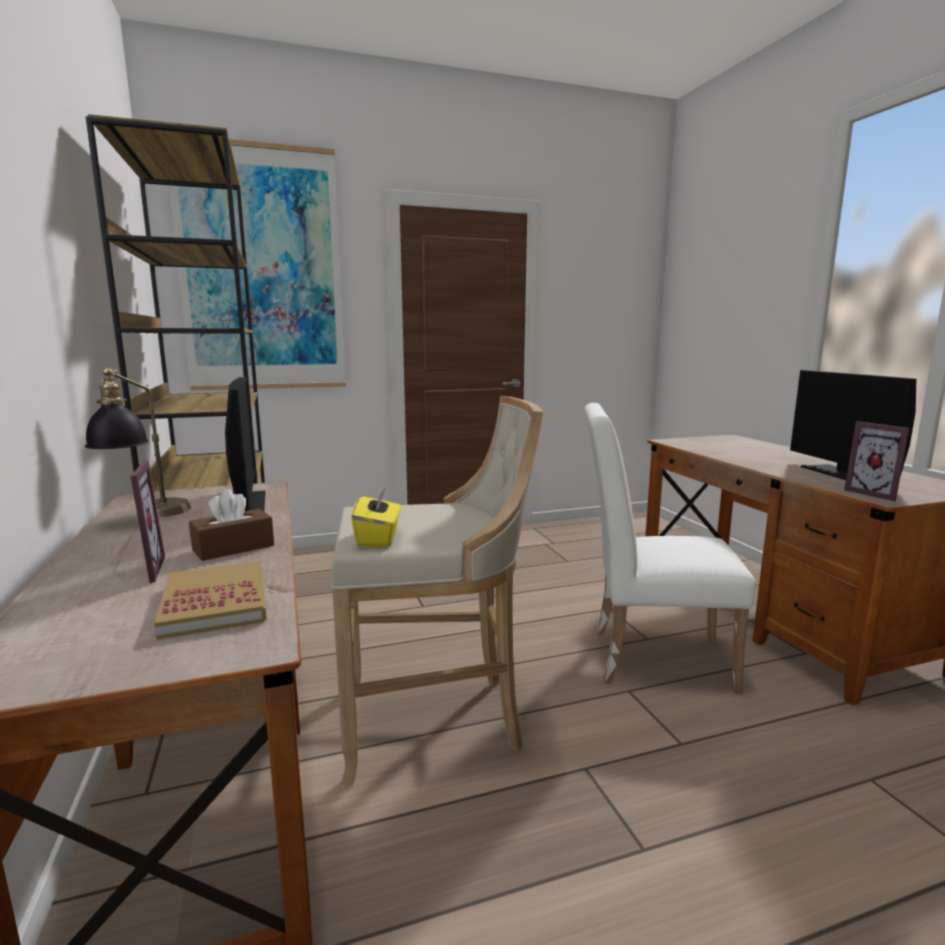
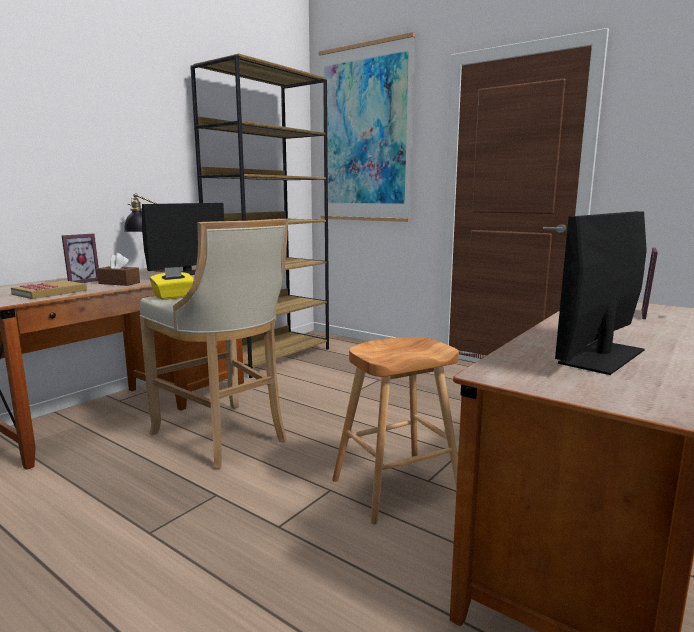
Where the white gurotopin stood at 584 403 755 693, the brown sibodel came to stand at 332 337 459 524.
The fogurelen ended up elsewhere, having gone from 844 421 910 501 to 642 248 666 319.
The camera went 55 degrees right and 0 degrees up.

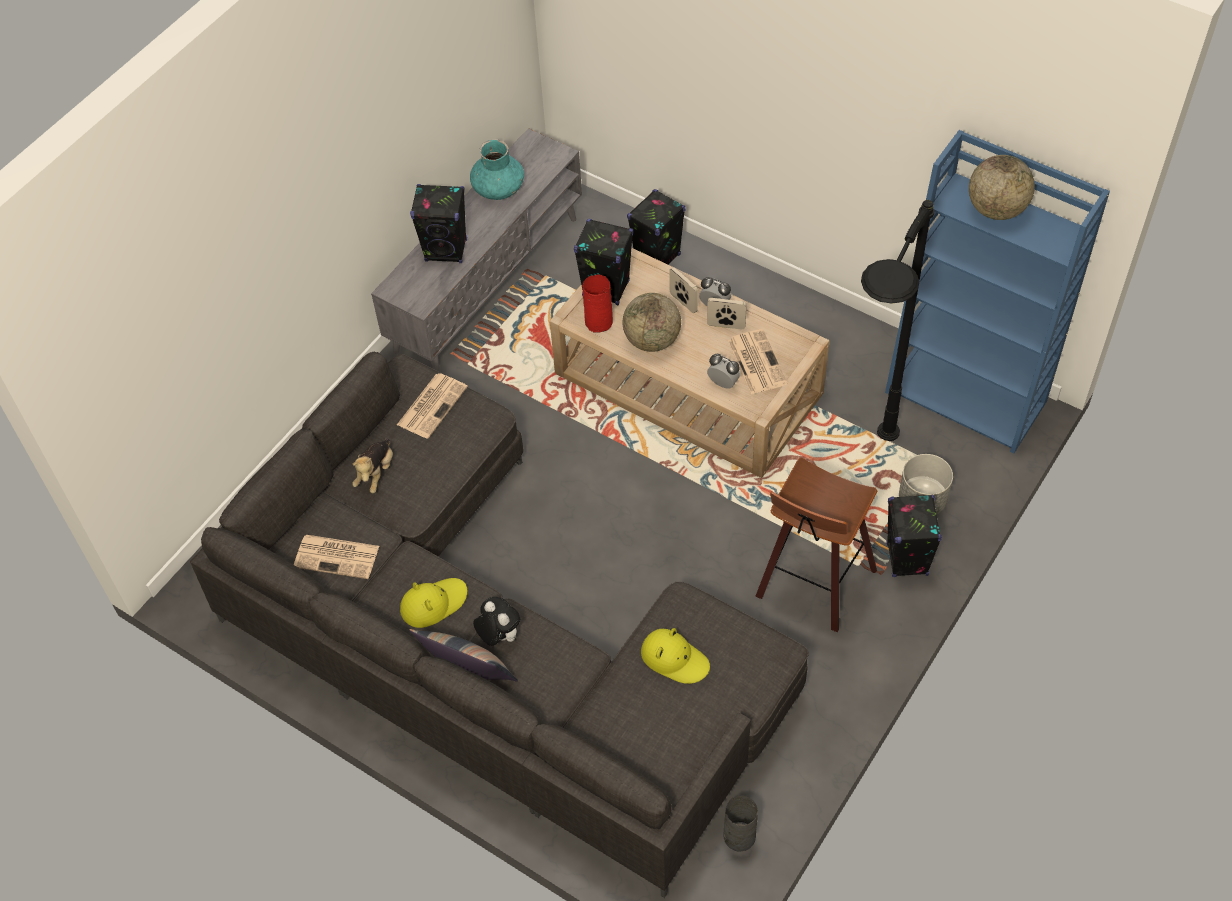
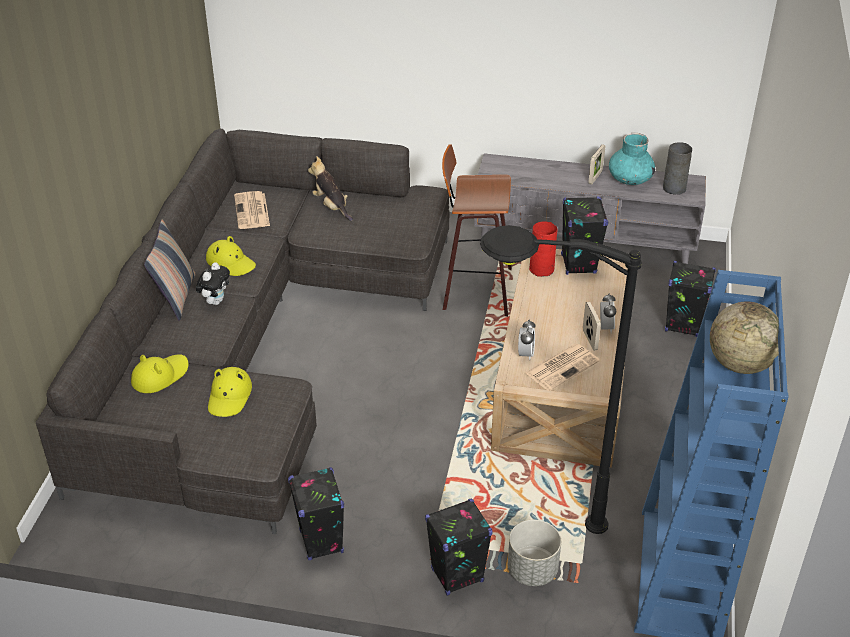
The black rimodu ended up elsewhere, having gone from 410 184 467 263 to 288 467 344 560.
The fogurelen ended up elsewhere, having gone from 669 267 698 313 to 588 144 605 185.
The second view lost the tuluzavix at 623 293 681 352.
The second view lost the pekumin at 397 373 468 439.
The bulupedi at 352 438 393 493 ended up facing another way, 60 degrees clockwise from before.
The sibodel ended up elsewhere, having gone from 755 458 877 633 to 442 144 512 317.
The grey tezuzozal ended up elsewhere, having gone from 723 796 758 852 to 663 142 692 195.
The second view gained the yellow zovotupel at 131 354 189 393.
The camera went 65 degrees right and 15 degrees down.

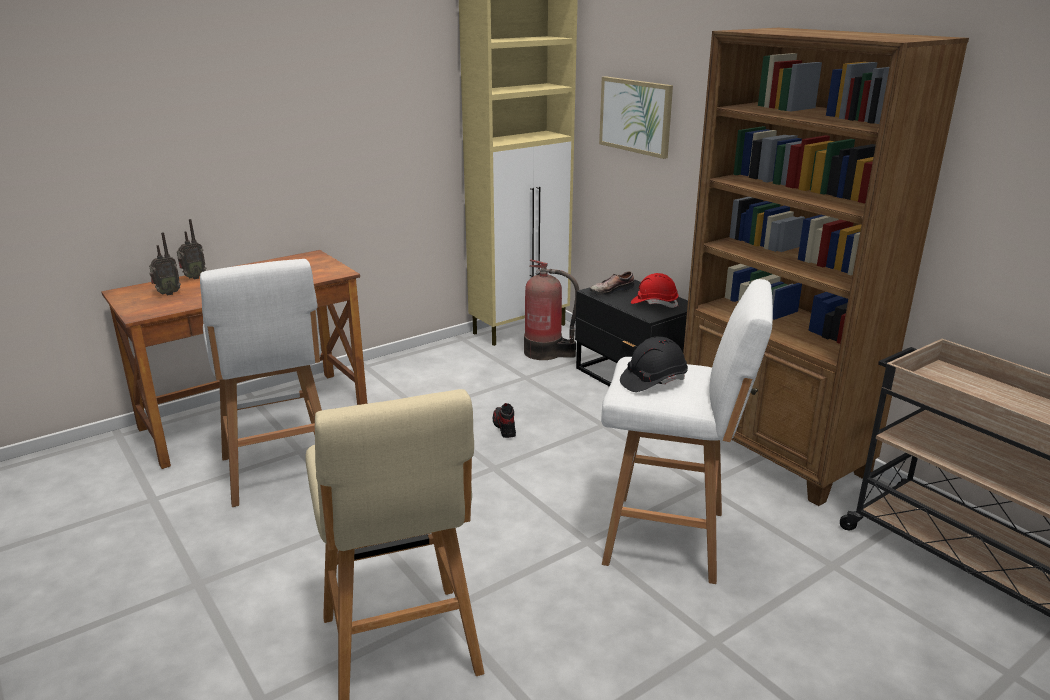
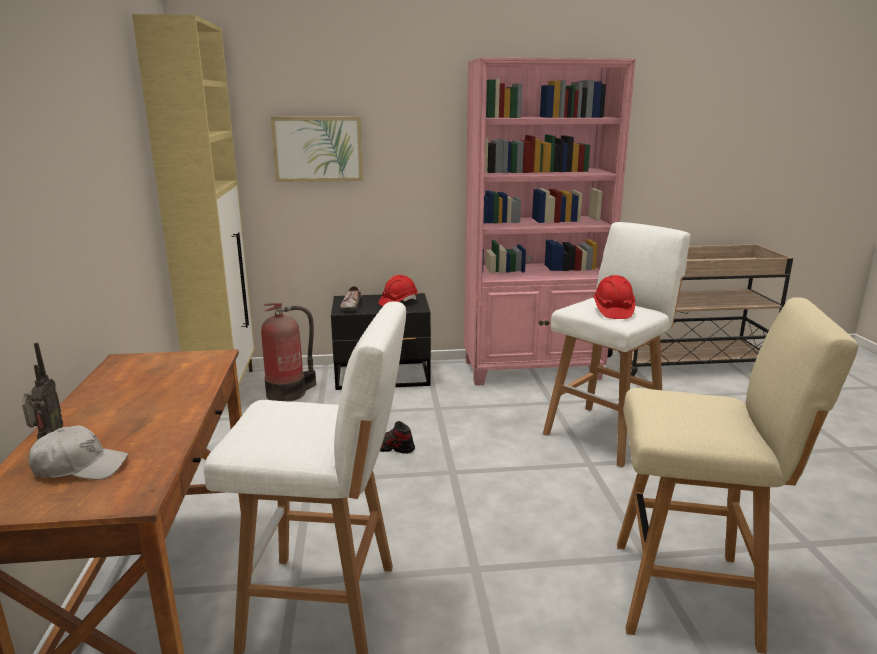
What was the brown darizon at 683 28 969 506 turned into the pink darizon at 464 58 636 385.
Where the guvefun stood at 149 232 181 296, the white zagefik came to stand at 28 426 128 480.
What was the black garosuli at 620 337 688 392 turned into the red garosuli at 593 275 635 319.
The camera went 60 degrees left and 5 degrees down.

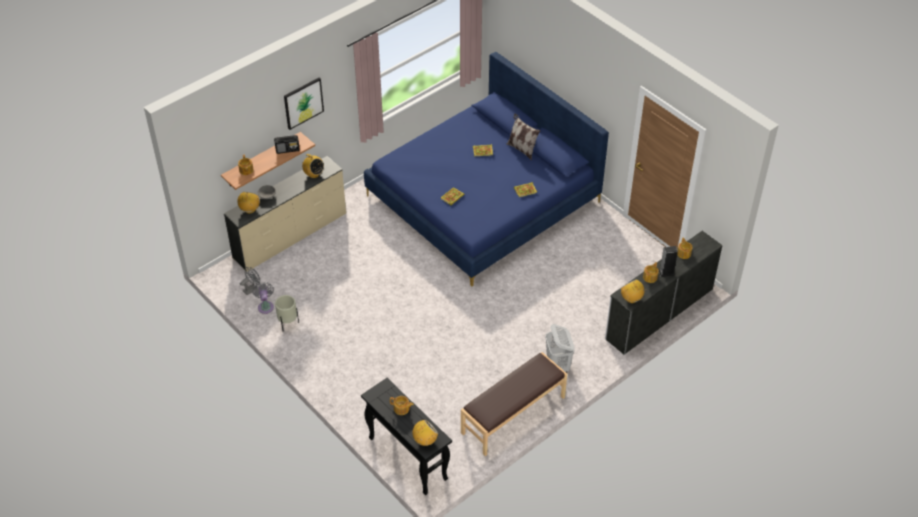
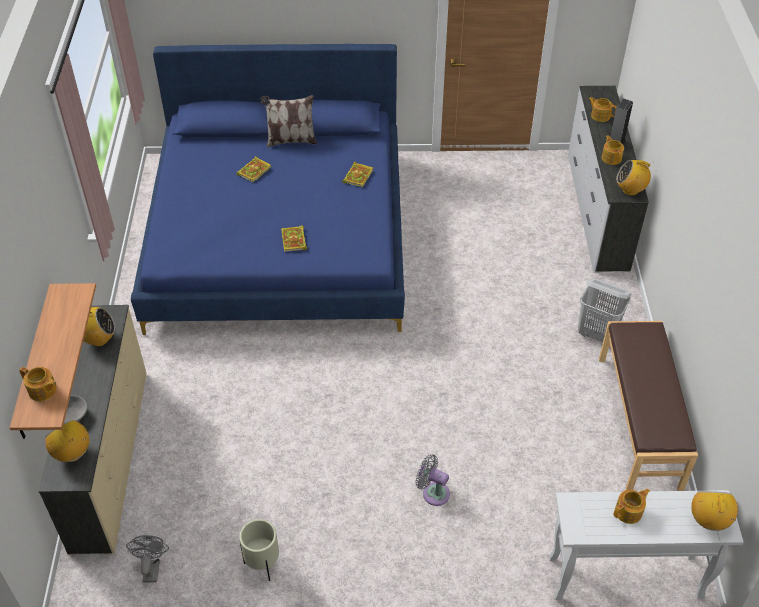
The second view lost the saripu at 284 78 324 130.
The second view lost the guvefun at 274 135 300 154.
The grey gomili ended up elsewhere, having gone from 252 282 274 314 to 415 454 450 506.
What was the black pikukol at 361 378 452 495 turned into the white pikukol at 549 490 743 600.
The camera went 50 degrees left and 0 degrees up.

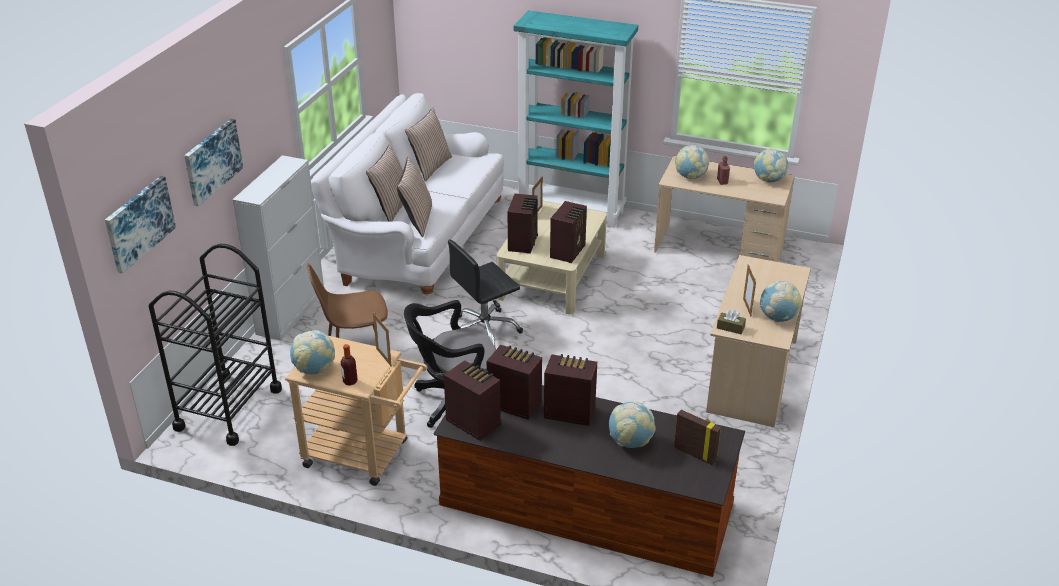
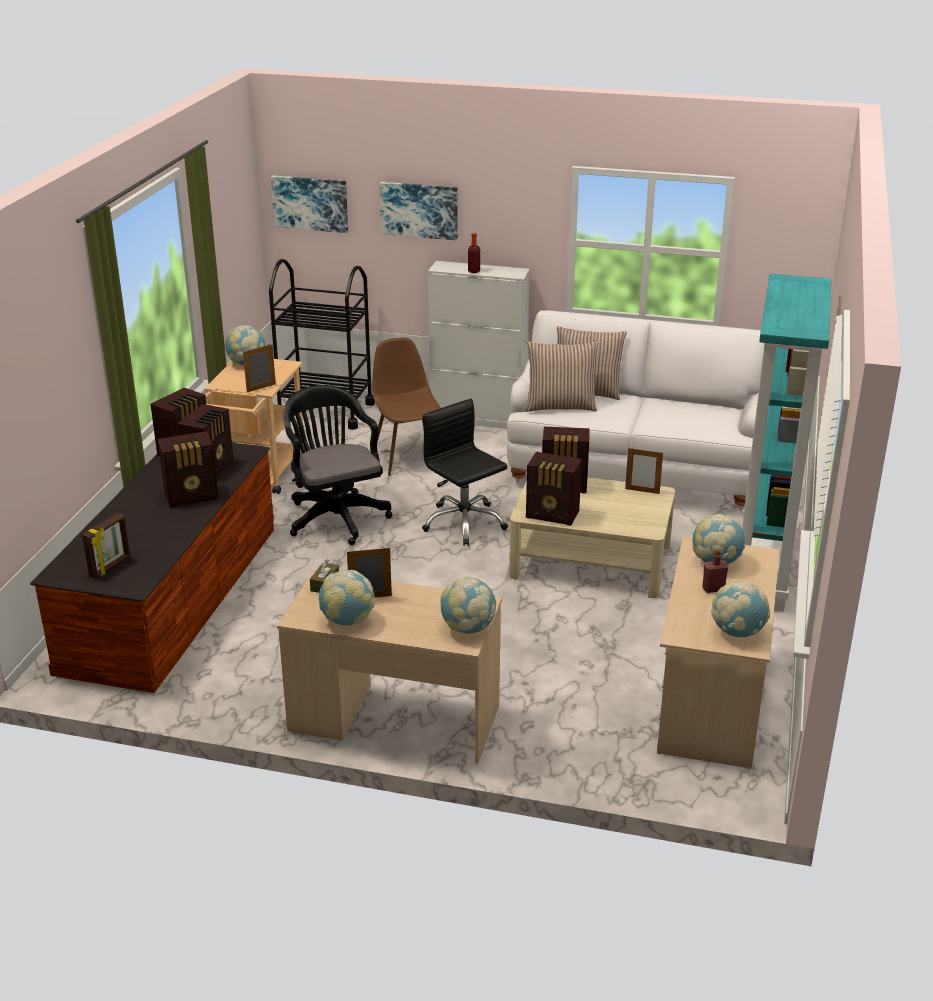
The second view lost the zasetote at 405 107 452 182.
The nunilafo ended up elsewhere, having gone from 341 344 358 386 to 468 233 480 273.
The guvefun at 544 354 597 426 ended up facing another way, 60 degrees clockwise from before.
The tuluzavix ended up elsewhere, having gone from 609 401 656 448 to 440 577 496 634.
The camera went 85 degrees right and 5 degrees down.

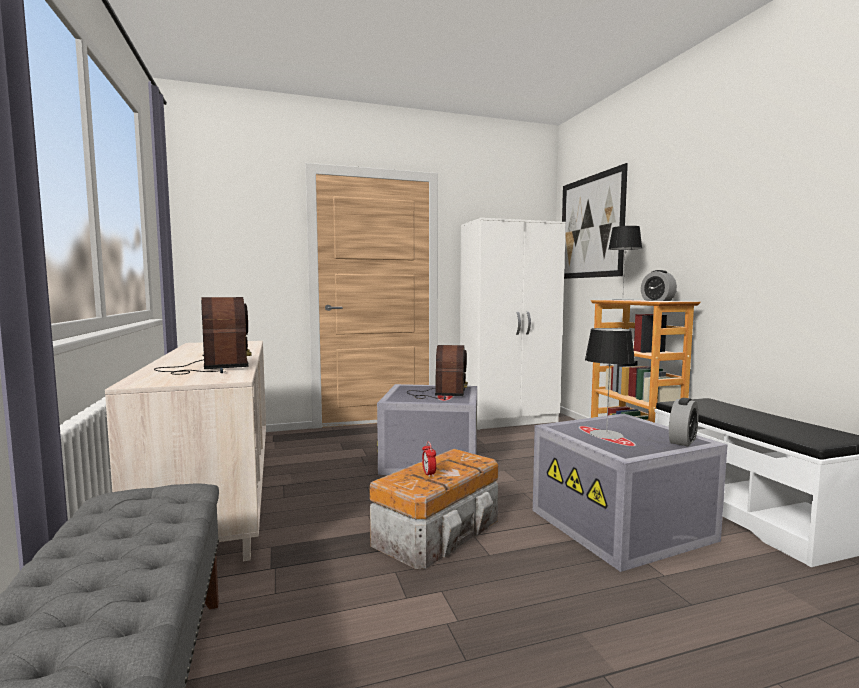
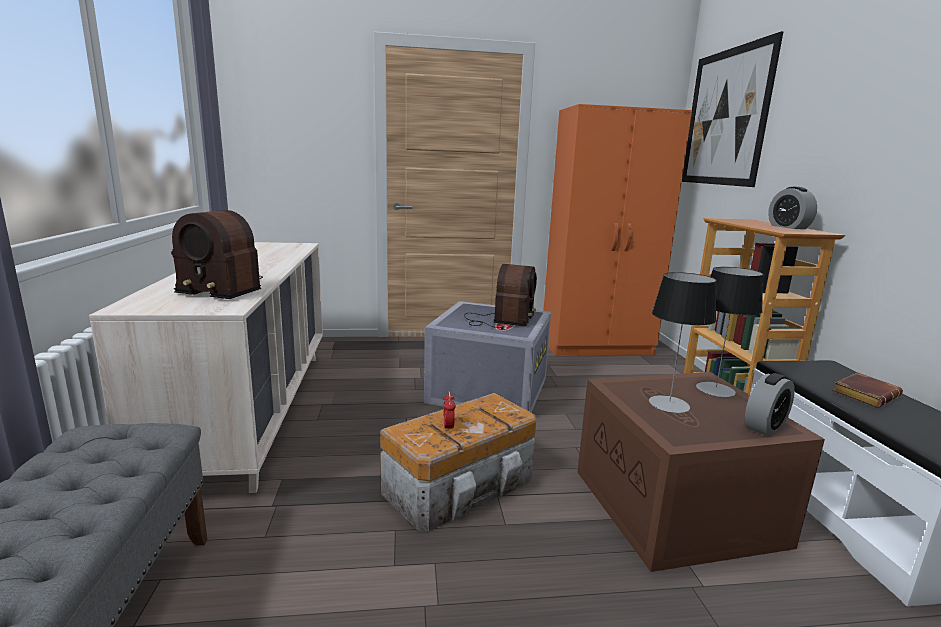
What was the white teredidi at 460 218 566 430 turned into the orange teredidi at 543 104 692 356.
The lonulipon ended up elsewhere, having gone from 609 226 642 291 to 696 267 764 397.
The guvefun at 154 297 252 375 ended up facing another way, 120 degrees clockwise from before.
What was the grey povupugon at 533 413 728 572 turned into the brown povupugon at 578 372 825 572.
The second view gained the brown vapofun at 832 373 903 408.
The camera went 10 degrees right and 10 degrees up.

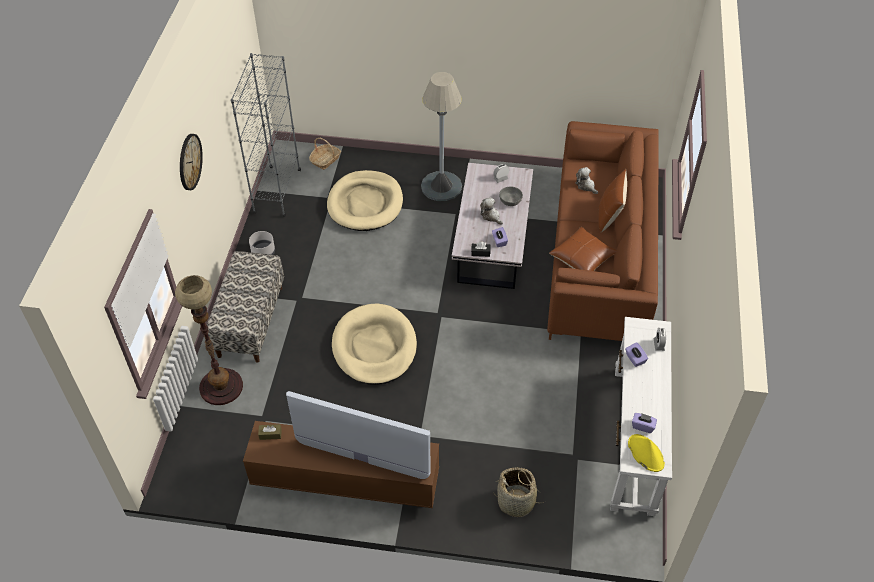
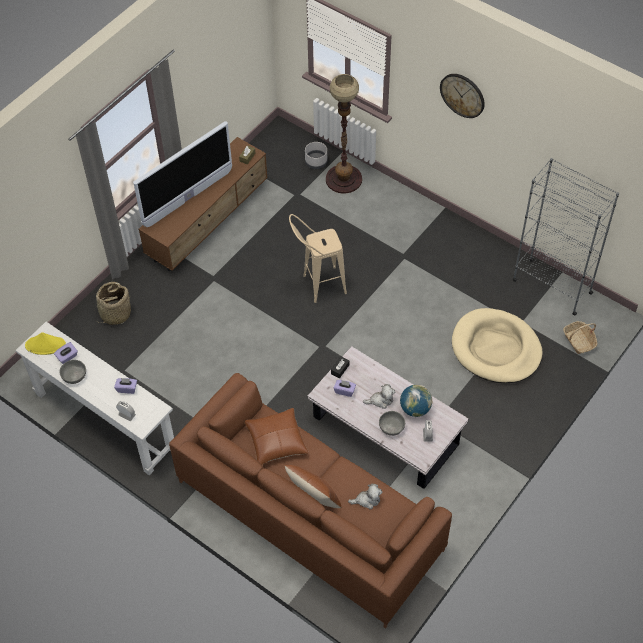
The second view lost the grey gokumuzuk at 421 72 462 201.
The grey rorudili ended up elsewhere, having gone from 249 231 275 255 to 305 142 327 169.
The second view lost the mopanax at 207 251 284 363.
Where the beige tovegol stood at 332 304 417 385, the beige sibodel came to stand at 289 214 347 303.
The second view gained the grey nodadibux at 59 360 86 384.
The second view gained the tuluzavix at 400 385 432 417.
The camera went 120 degrees right and 5 degrees up.

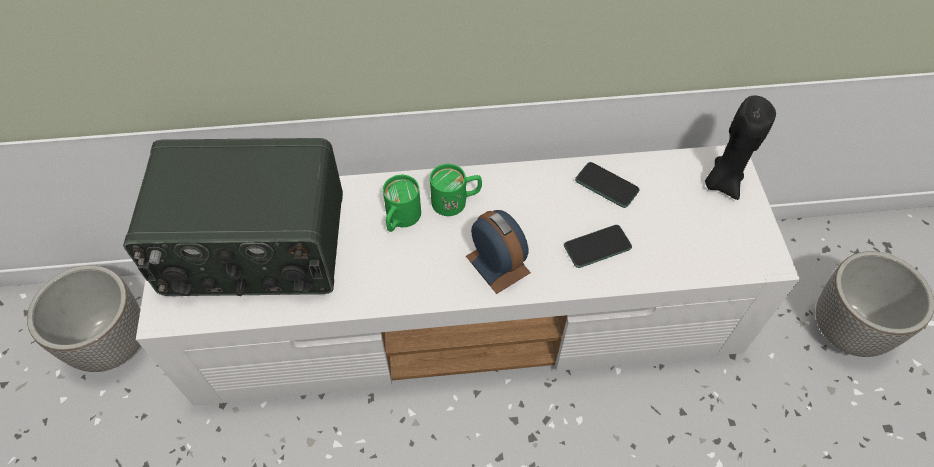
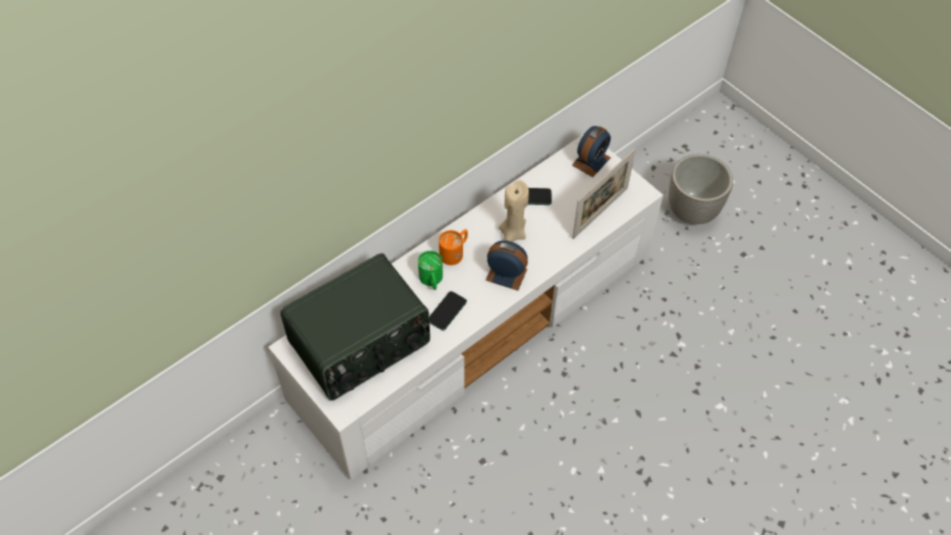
Where the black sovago stood at 705 95 776 200, the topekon came to stand at 572 126 611 177.
What was the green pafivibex at 430 164 482 216 turned into the orange pafivibex at 439 229 468 265.
The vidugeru ended up elsewhere, having gone from 564 225 632 268 to 429 291 467 331.
The second view lost the rorudili at 27 265 140 372.
The second view gained the fogurelen at 572 149 636 239.
The second view gained the beige sovago at 499 180 529 242.
The camera went 35 degrees left and 0 degrees up.

